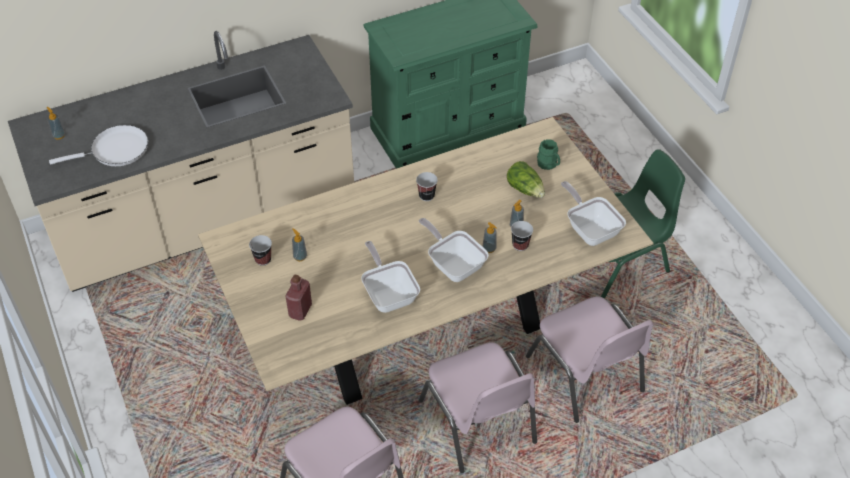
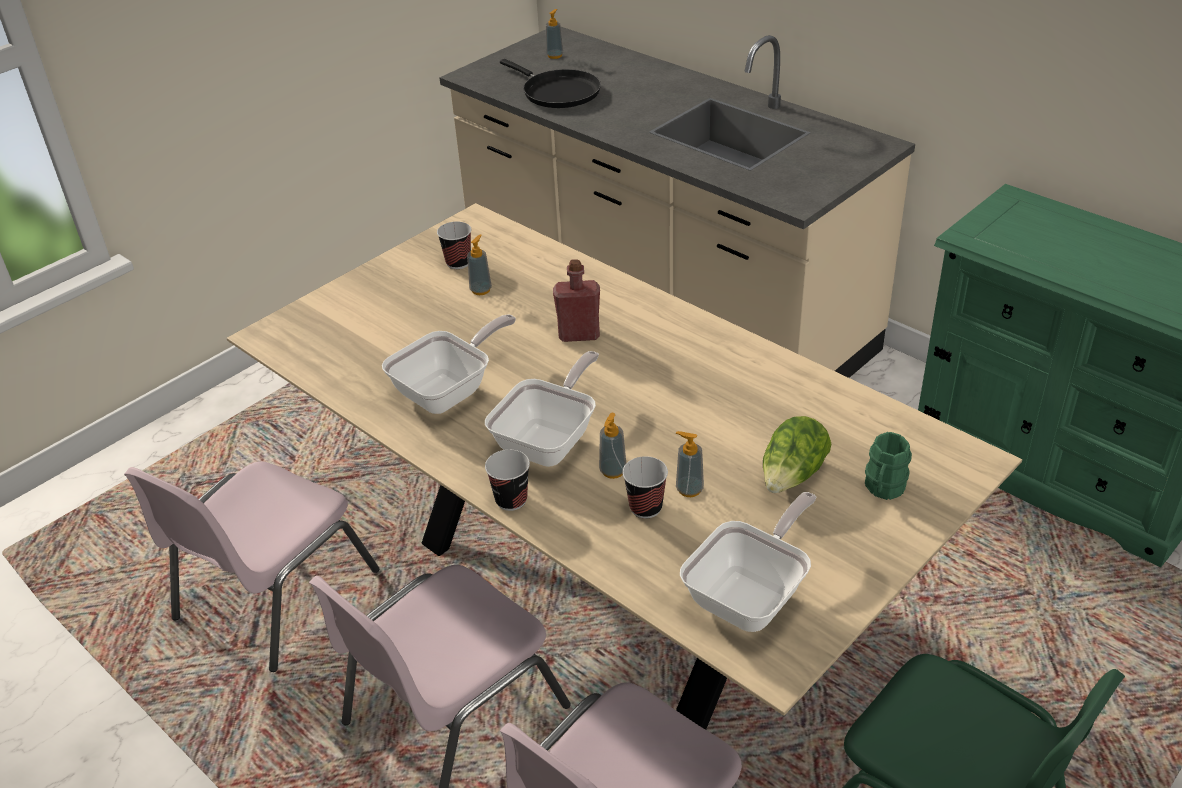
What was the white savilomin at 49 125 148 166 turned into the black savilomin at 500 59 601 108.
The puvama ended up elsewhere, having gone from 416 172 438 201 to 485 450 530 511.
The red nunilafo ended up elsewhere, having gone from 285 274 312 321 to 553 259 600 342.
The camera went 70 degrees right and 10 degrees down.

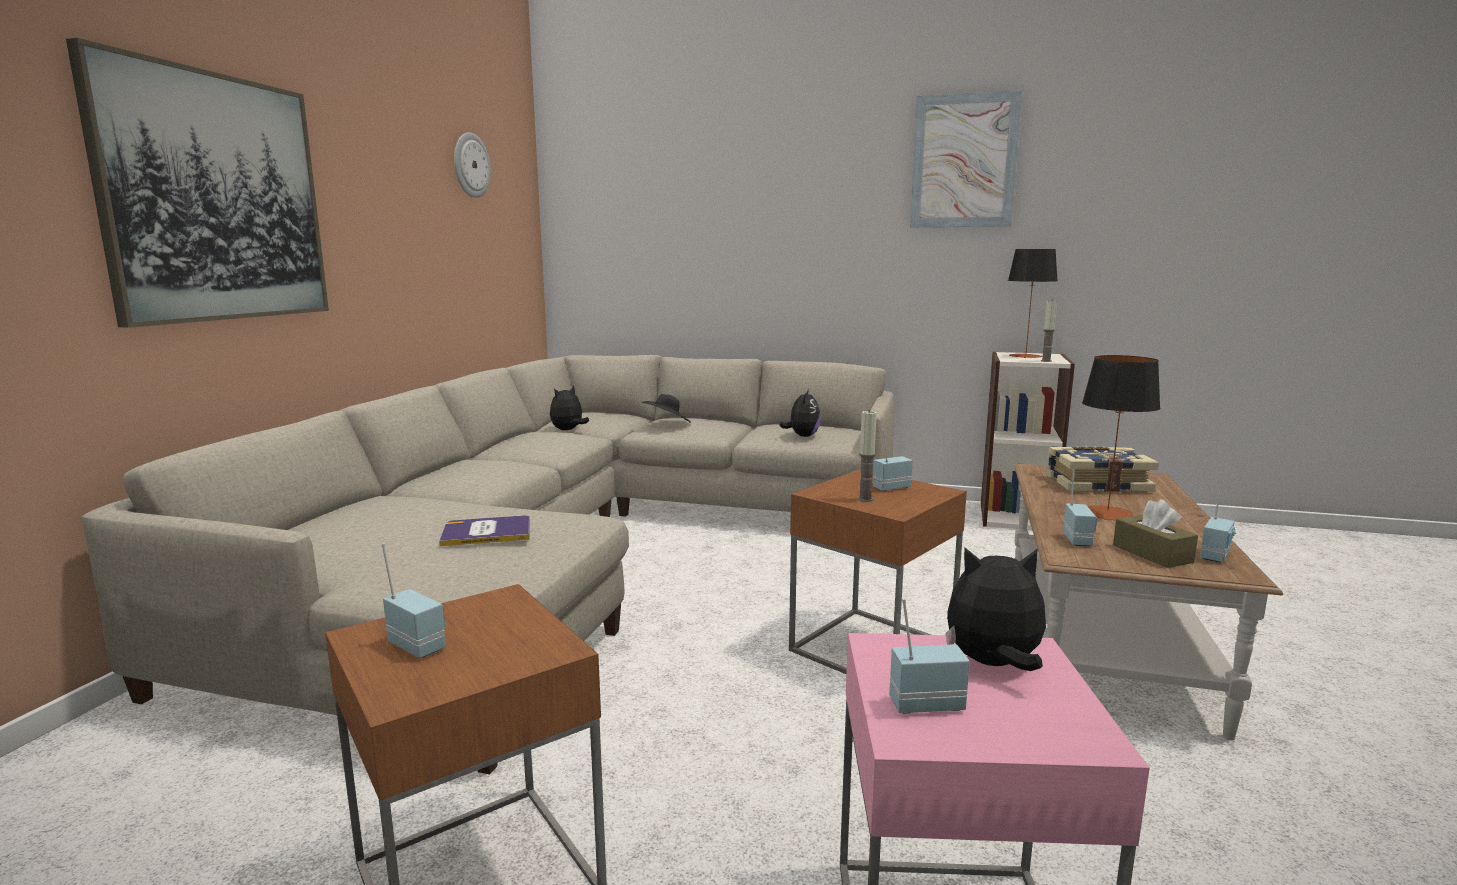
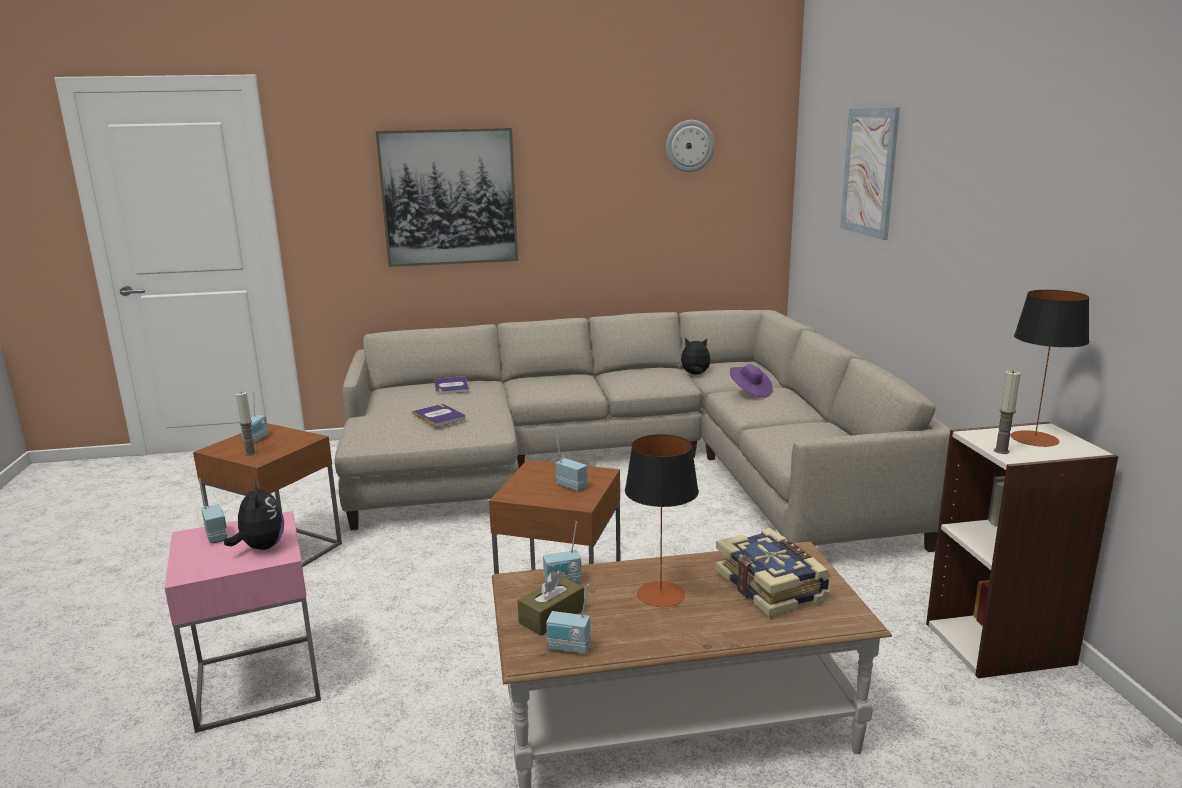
The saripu ended up elsewhere, having gone from 910 90 1022 227 to 840 108 900 240.
The second view lost the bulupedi at 779 389 821 437.
What was the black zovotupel at 642 394 691 423 turned into the purple zovotupel at 730 364 773 398.
The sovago ended up elsewhere, having gone from 858 410 877 502 to 236 391 257 456.
The second view gained the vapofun at 434 376 469 394.
The camera went 65 degrees right and 5 degrees up.

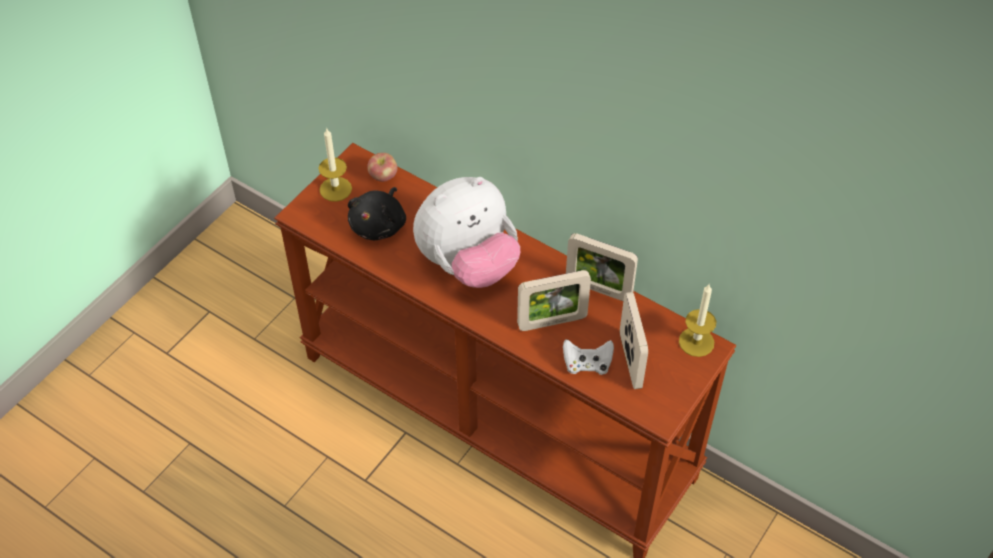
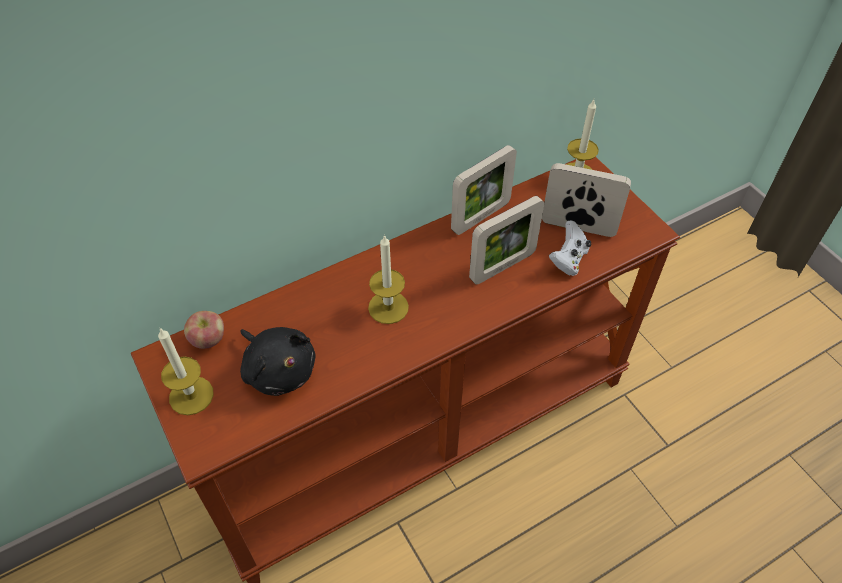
Where the bulupedi stood at 413 177 520 288, the sovago came to stand at 368 234 409 324.
The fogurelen at 517 270 591 331 ended up facing another way, 45 degrees clockwise from before.
The camera went 65 degrees left and 0 degrees up.

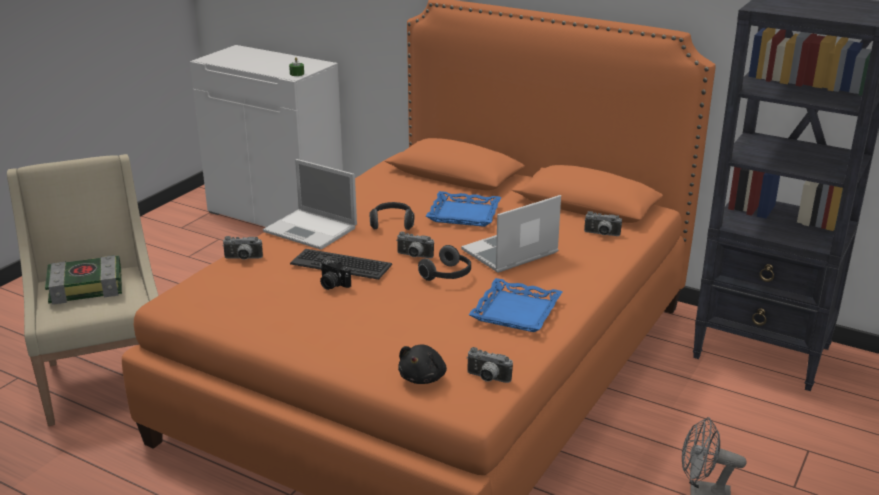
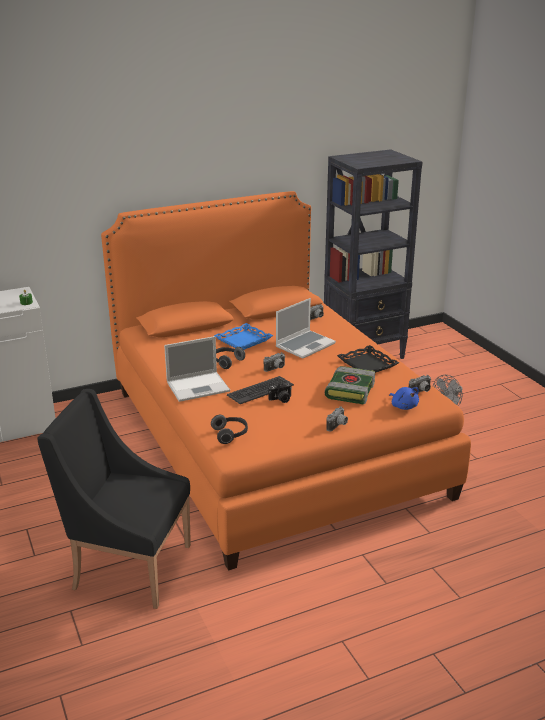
What was the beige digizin at 7 154 159 426 turned into the black digizin at 37 389 191 609.
The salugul at 461 195 561 273 ended up facing another way, 135 degrees counterclockwise from before.
The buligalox ended up elsewhere, having gone from 222 236 263 260 to 327 406 348 431.
The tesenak ended up elsewhere, having gone from 418 245 471 281 to 211 415 248 444.
The vapofun ended up elsewhere, having gone from 45 255 122 305 to 325 366 375 404.
What was the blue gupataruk at 469 278 563 332 turned into the black gupataruk at 337 345 399 373.
What was the black bulupedi at 398 345 447 384 turned into the blue bulupedi at 389 387 419 410.
The camera went 55 degrees left and 0 degrees up.

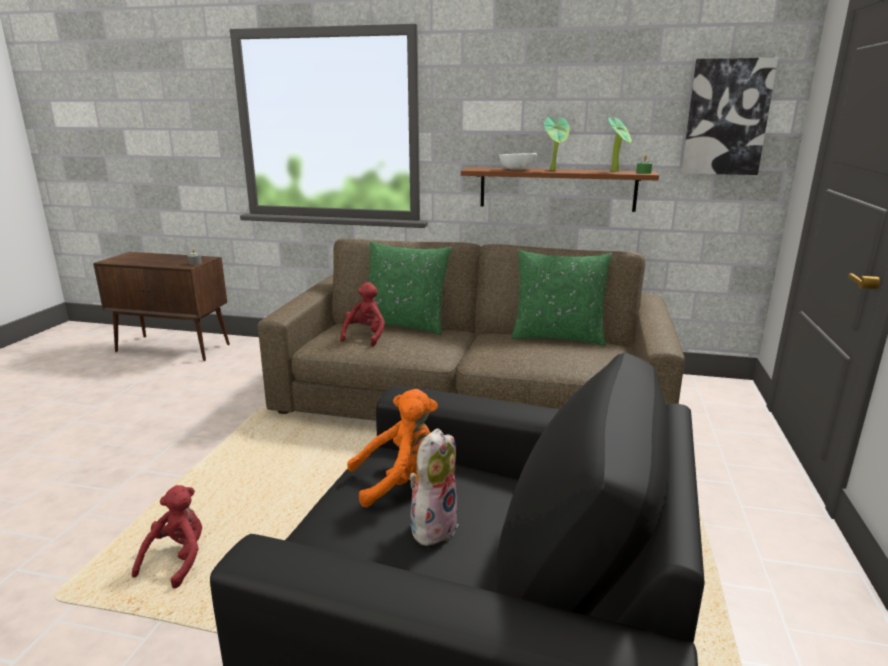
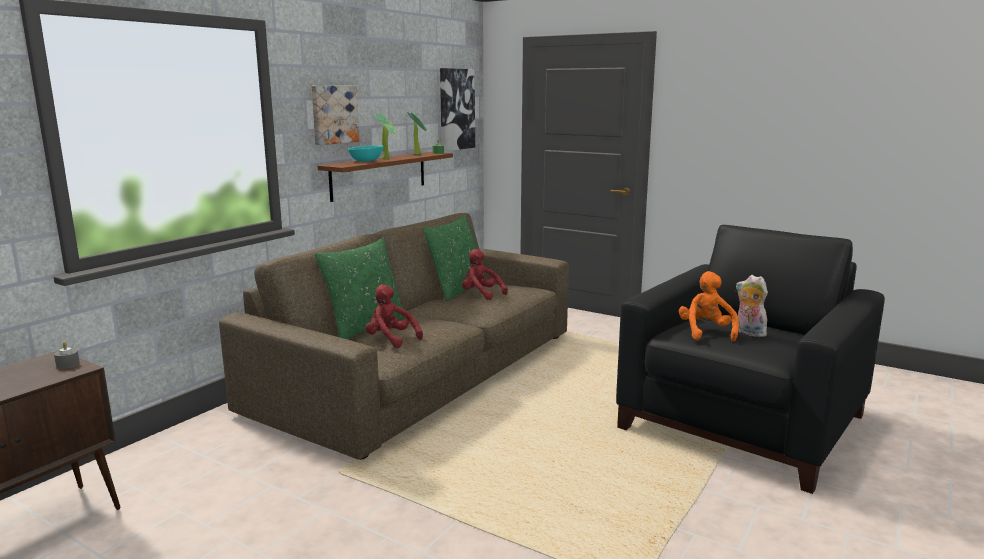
What was the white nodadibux at 499 153 537 170 turned into the turquoise nodadibux at 348 145 384 162.
The red bulupedi ended up elsewhere, having gone from 132 485 202 588 to 462 249 508 300.
The second view gained the saripu at 311 86 359 145.
The camera went 70 degrees left and 5 degrees down.

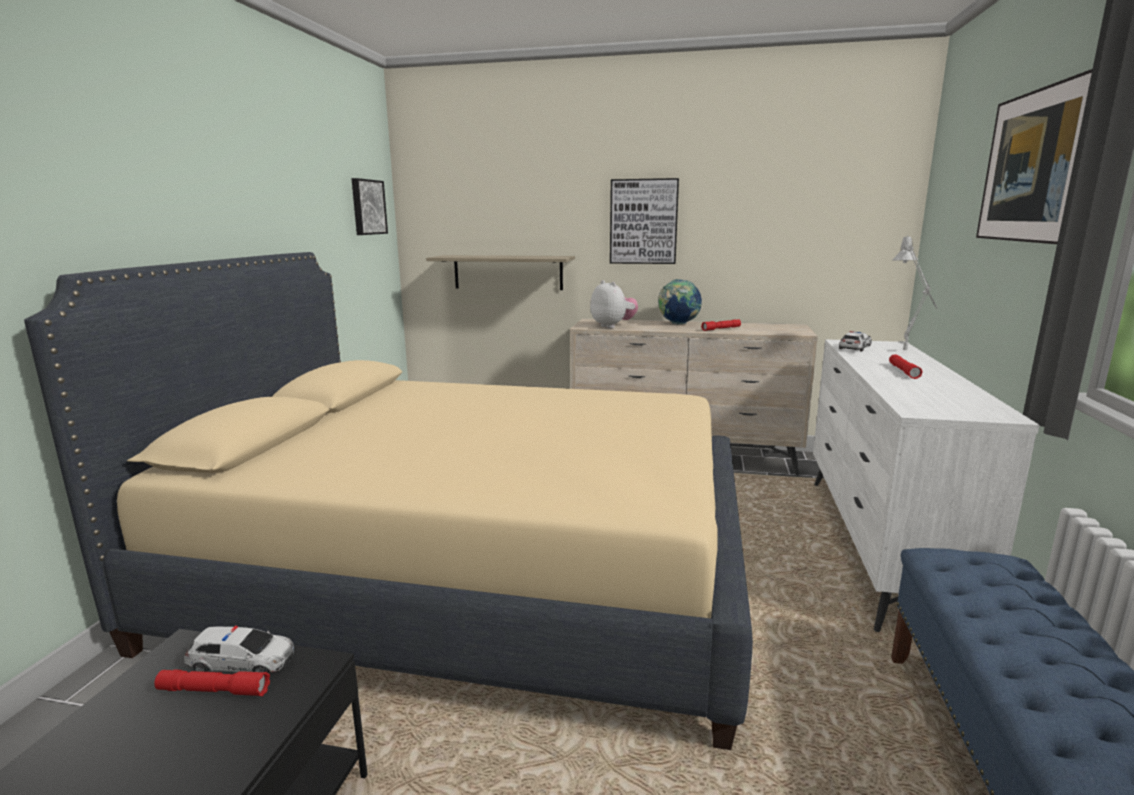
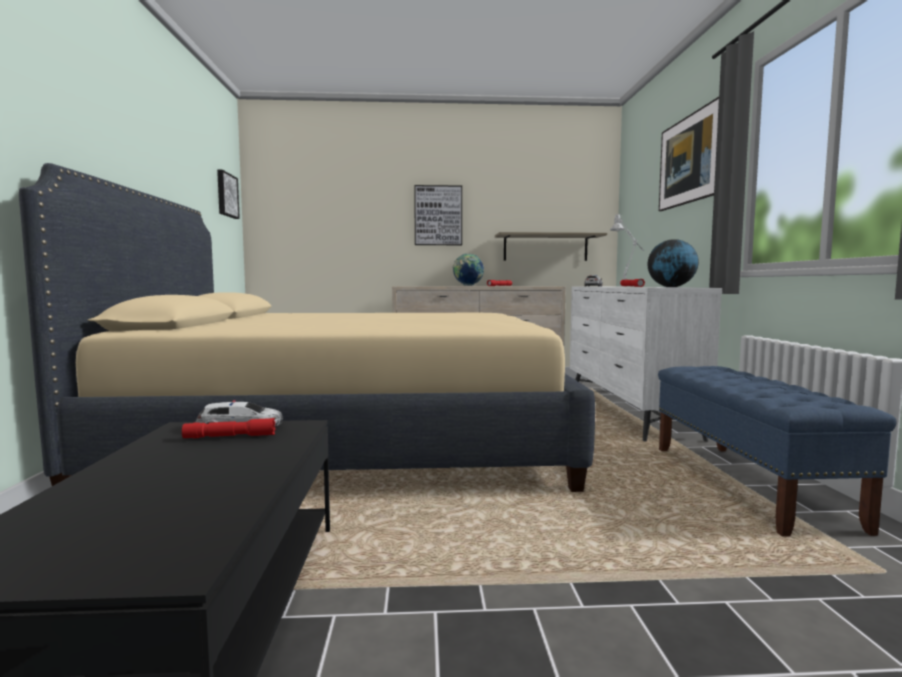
The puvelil ended up elsewhere, having gone from 426 255 575 290 to 495 232 607 261.
The second view lost the bulupedi at 590 280 638 328.
The second view gained the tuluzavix at 647 239 699 287.
The camera went 15 degrees left and 10 degrees down.

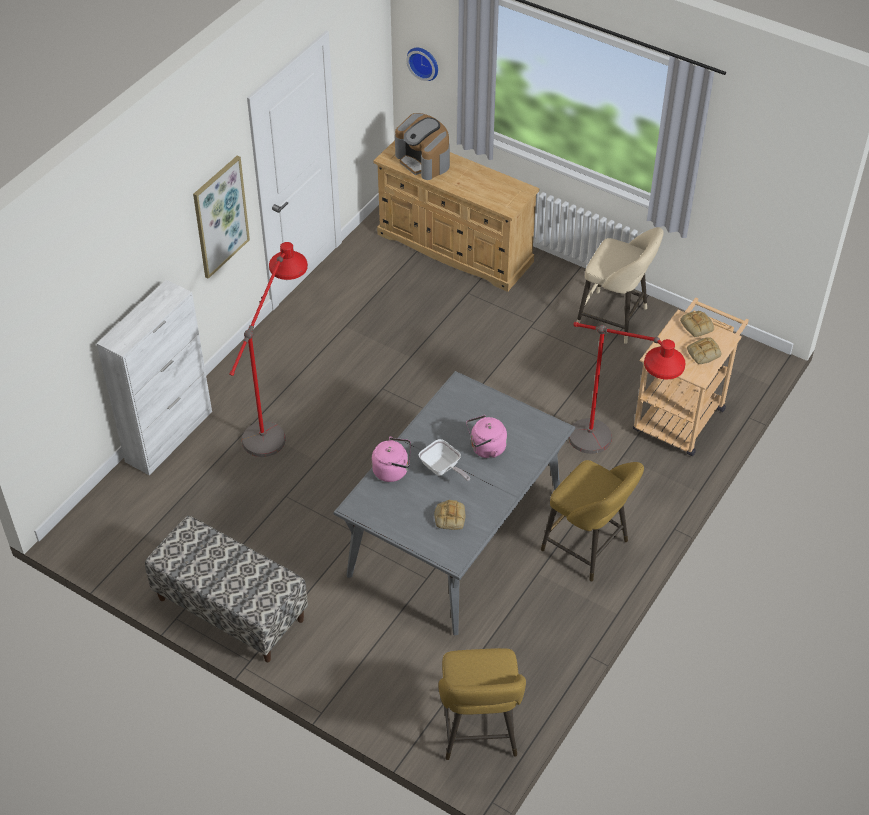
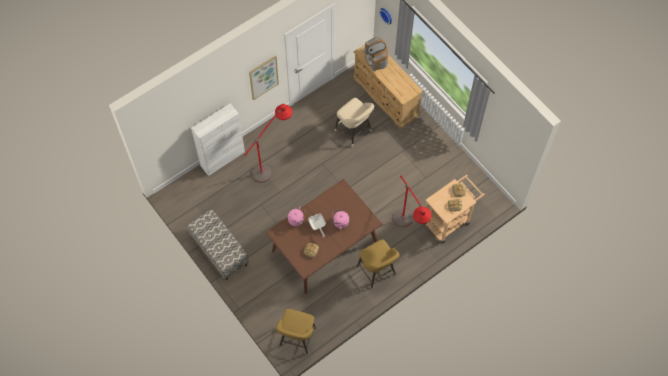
The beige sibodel ended up elsewhere, having gone from 577 227 664 344 to 335 98 374 147.
What was the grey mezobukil at 333 371 575 635 turned into the brown mezobukil at 266 179 383 294.
The camera went 20 degrees right and 15 degrees up.

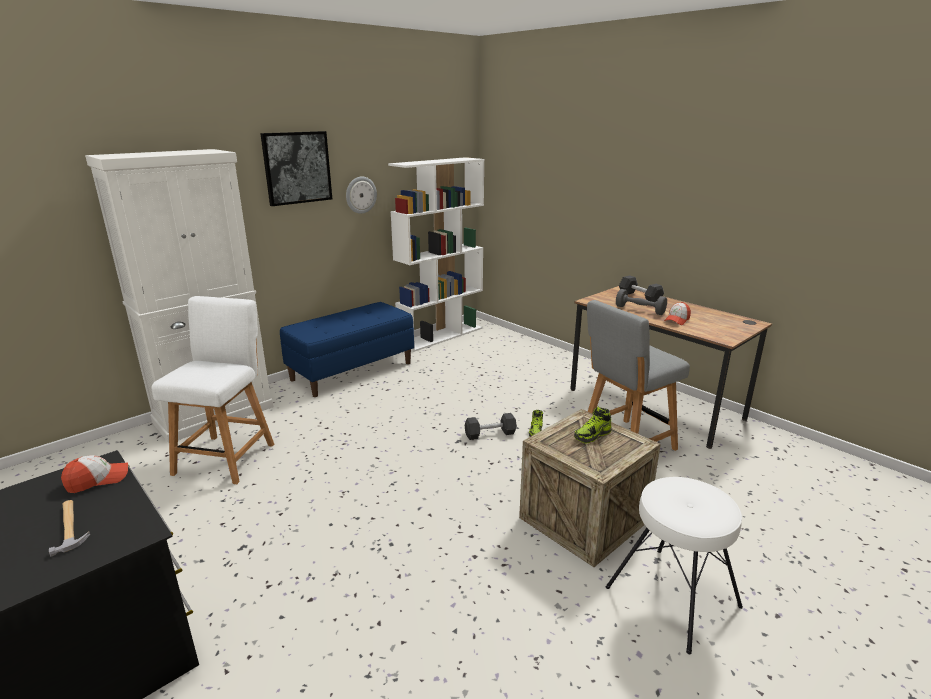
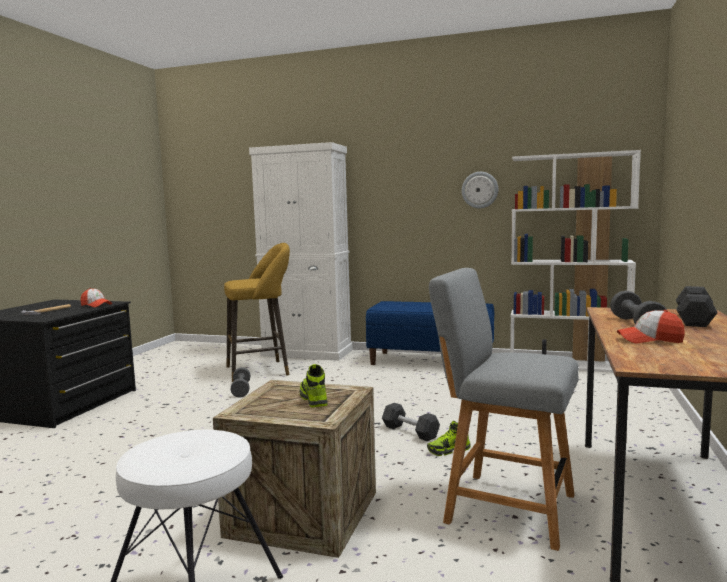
The second view lost the saripu at 260 131 332 206.
Where the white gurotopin stood at 151 296 274 484, the yellow sibodel came to stand at 224 243 290 382.
The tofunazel at 574 407 612 443 ended up facing another way, 45 degrees clockwise from before.
The second view gained the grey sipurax at 230 367 251 398.
The camera went 60 degrees right and 15 degrees down.

